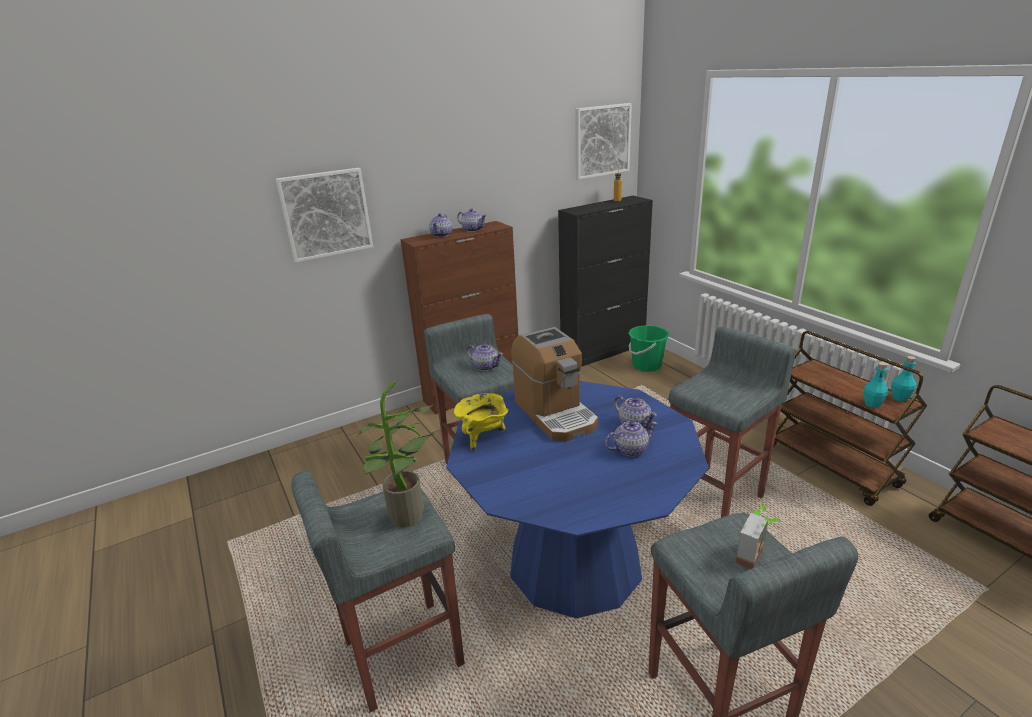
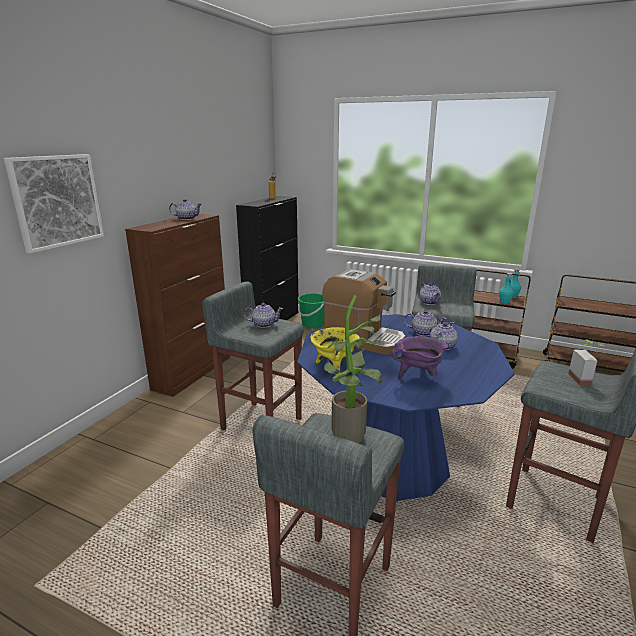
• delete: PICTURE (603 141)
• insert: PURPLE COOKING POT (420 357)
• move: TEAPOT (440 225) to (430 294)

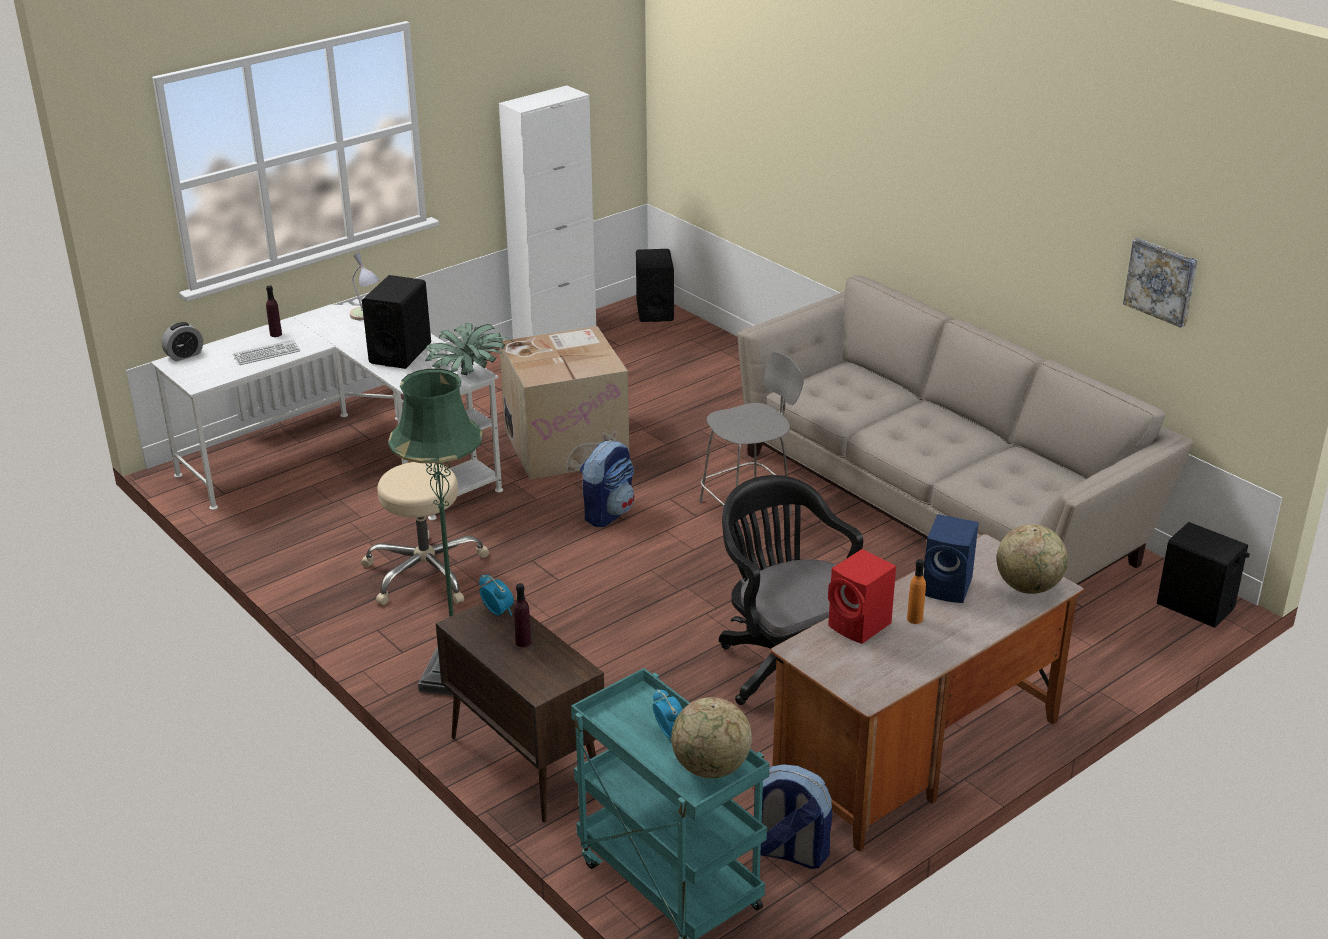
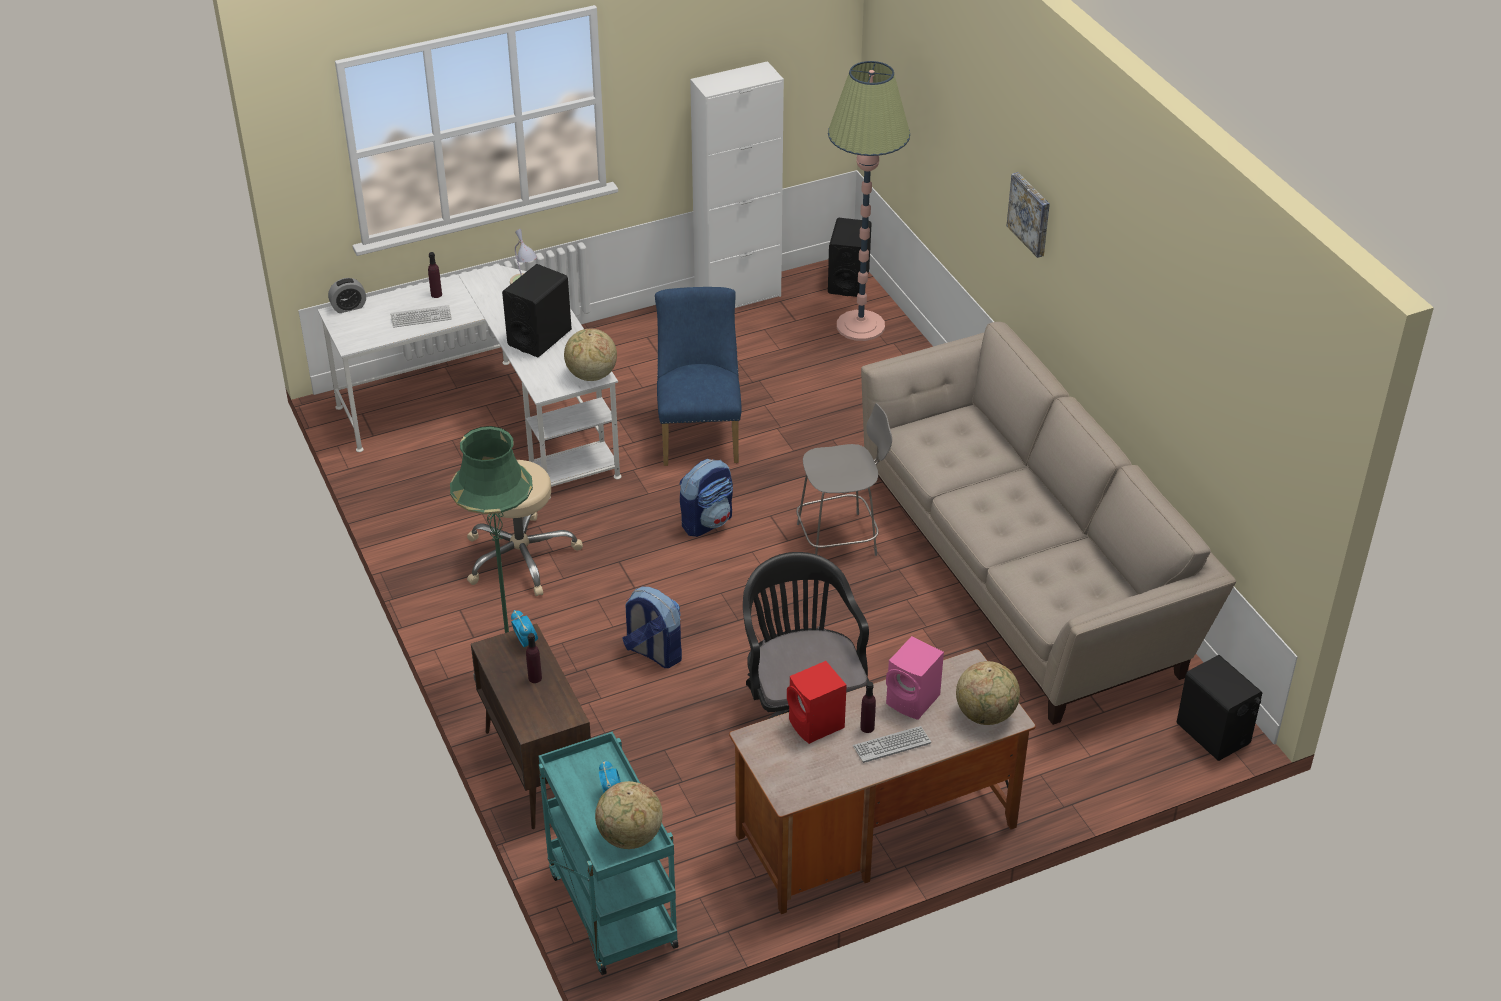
• insert: FLOOR LAMP (869 201)
• insert: KEYBOARD (892 744)
• move: BACKPACK (792 816) to (652 627)
• move: PICTURE (1160 283) to (1028 215)
• replace: POTTED PLANT (470 349) to GLOBE (590 354)
• replace: CARDBOARD BOX (564 402) to BLUE CHAIR (698 376)
• recolor: ORANGE BOTTLE (916 591) to PURPLE BOTTLE (868 707)
• recolor: BLUE SPEAKER (951 558) to PINK SPEAKER (915 678)

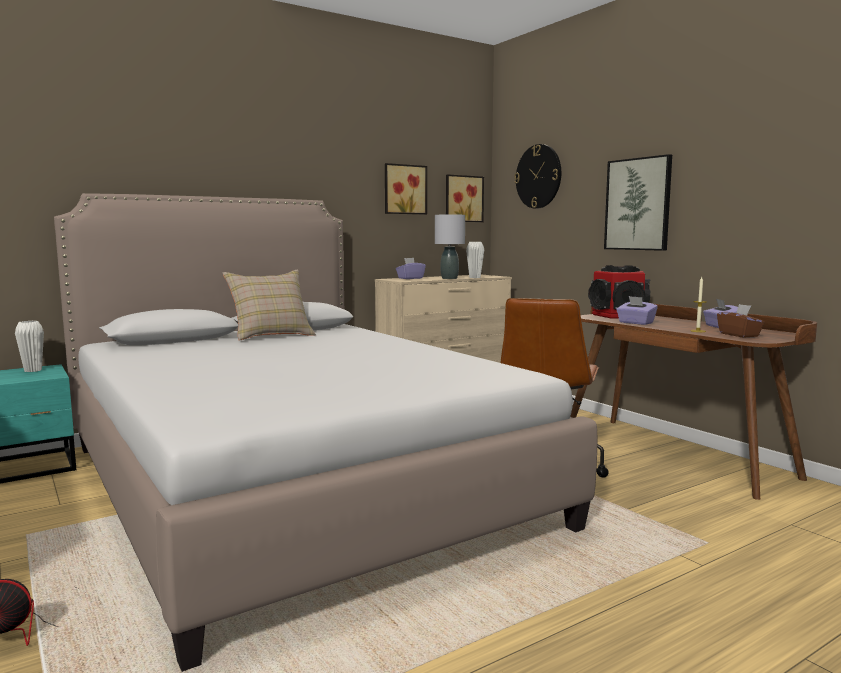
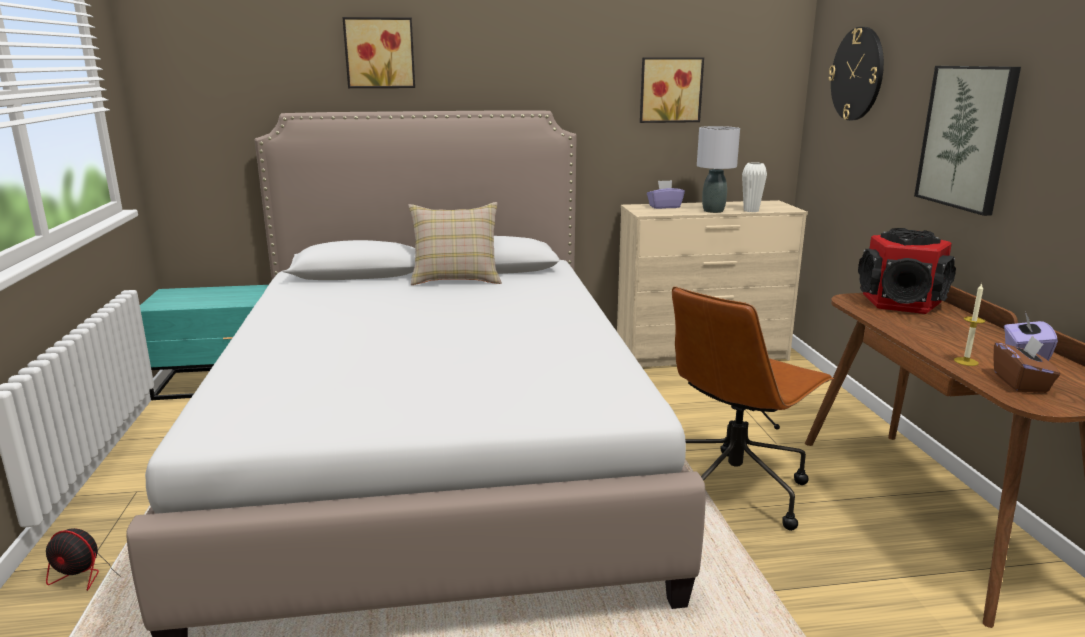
• delete: WHITE VASE (29 346)
• delete: PURPLE TISSUE BOX (637 310)
• move: PICTURE (465 198) to (379 52)

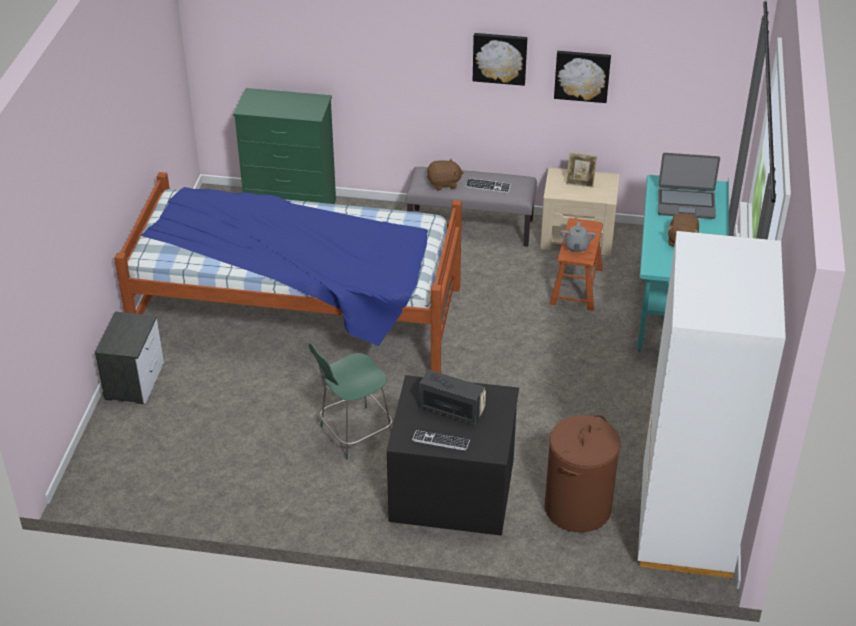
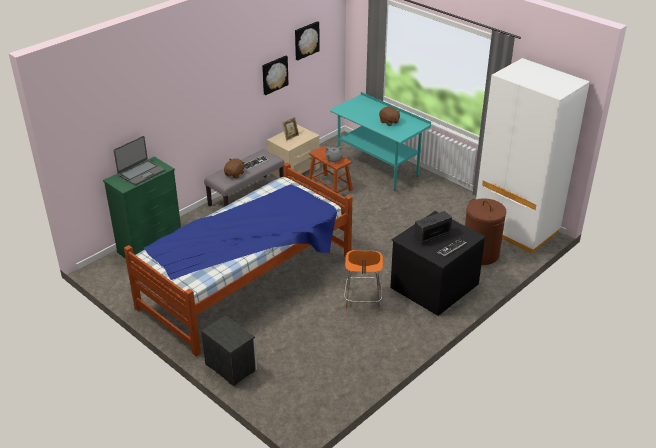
• move: PICTURE (500 59) to (307 40)
• move: LAPTOP (689 186) to (139 161)
• recolor: GREEN CHAIR (350 401) to ORANGE CHAIR (363 280)

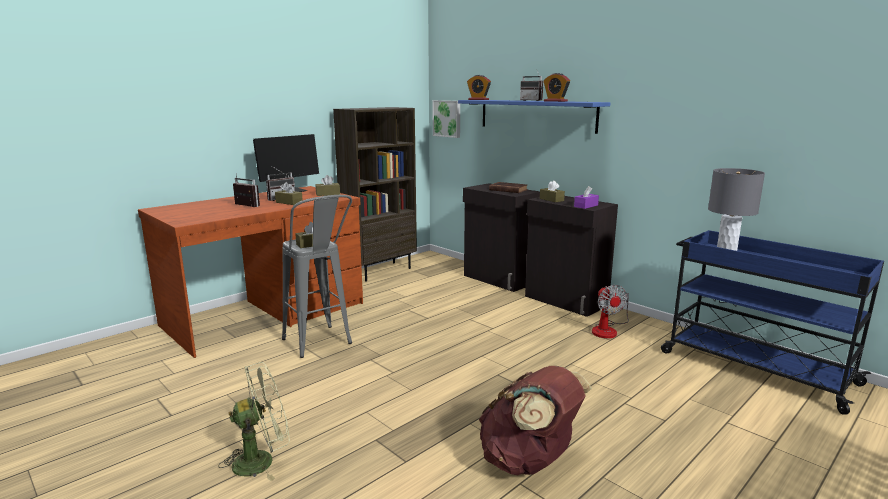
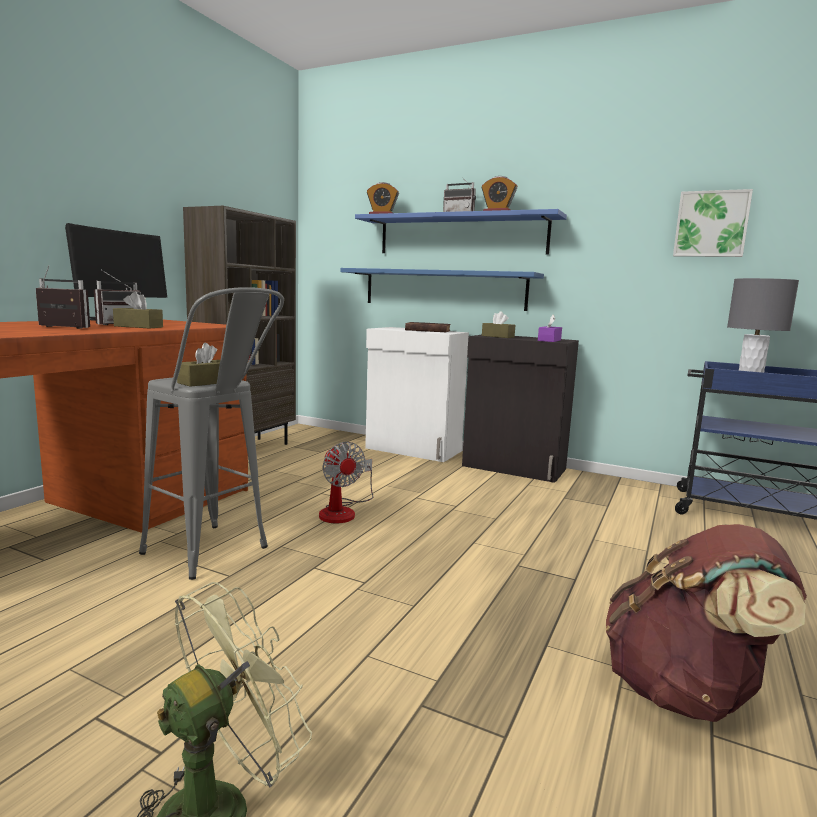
• delete: BROWN TISSUE BOX (327 185)
• insert: BLUE SHELF (442 289)
• move: PICTURE (446 119) to (713 223)
• move: FAN (610 311) to (346 482)
• recolor: BLACK CABINET (501 237) to WHITE CABINET (417 394)

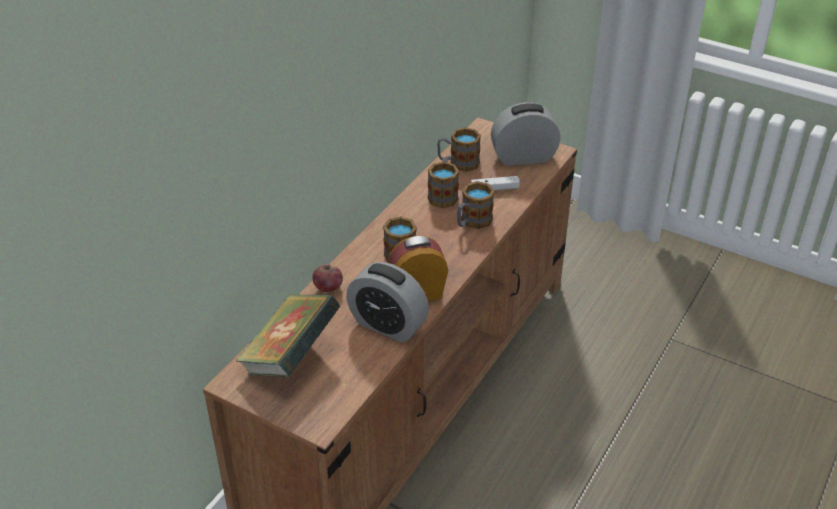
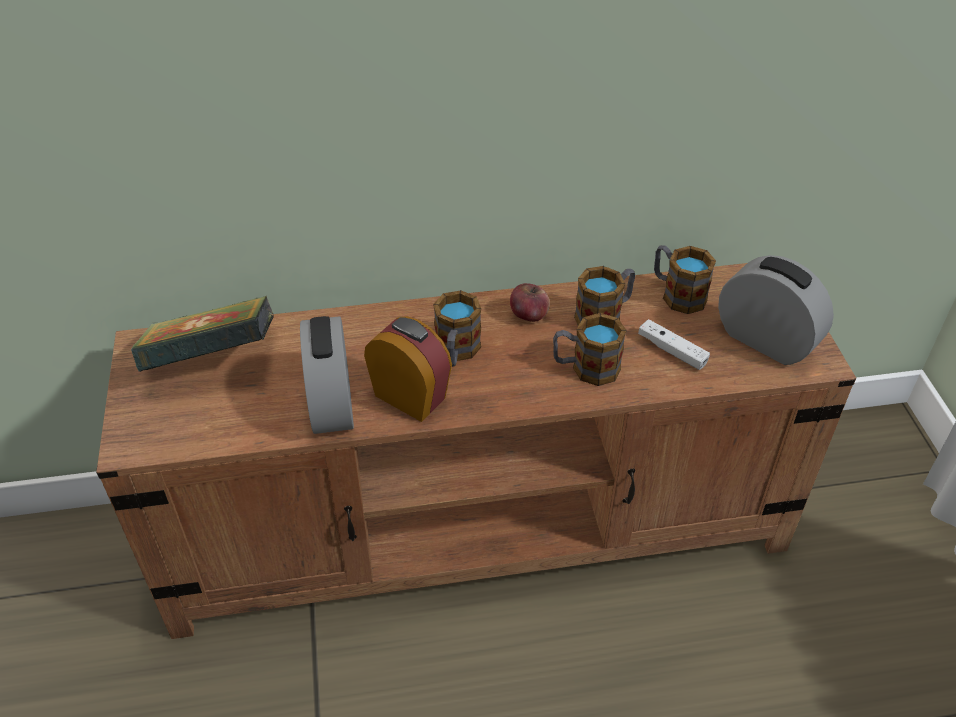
• move: APPLE (327 278) to (530 302)

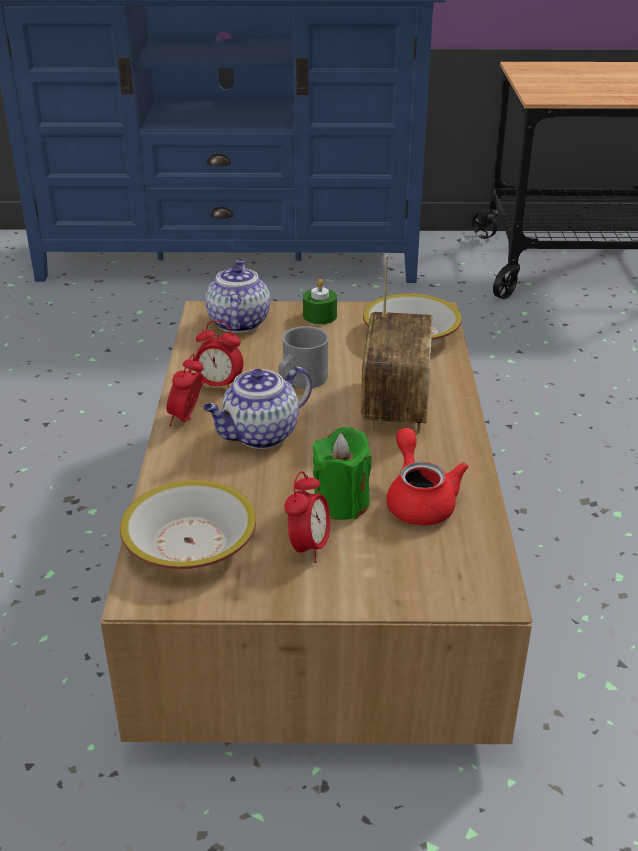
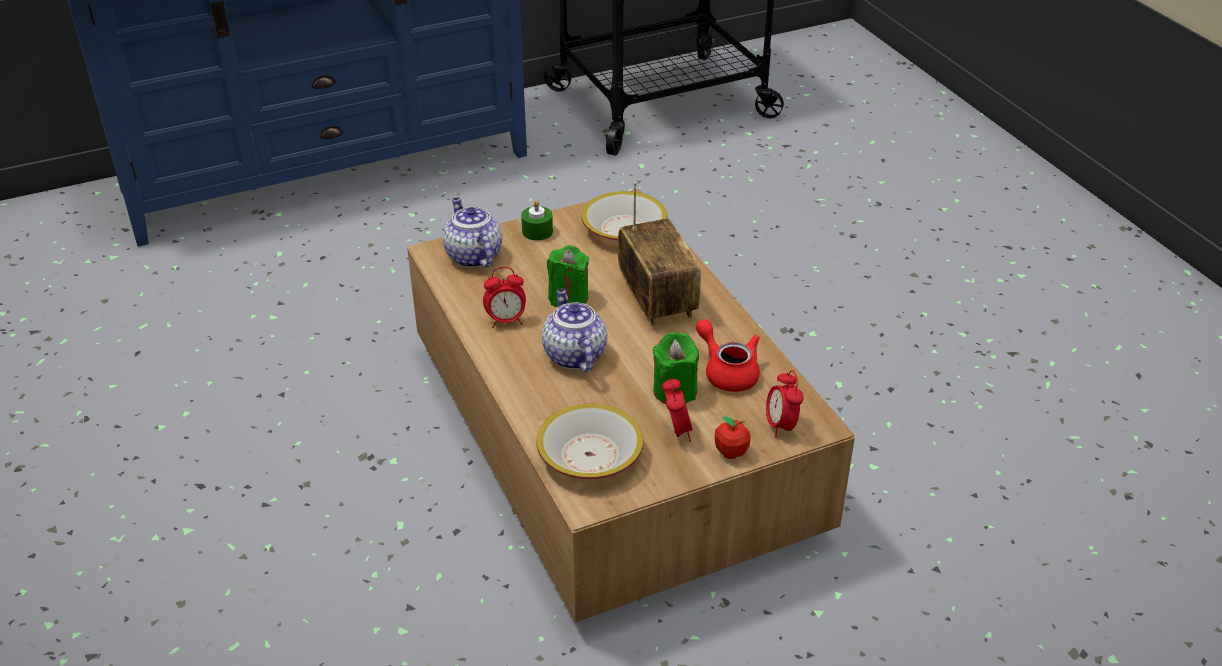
• insert: APPLE (733 437)
• move: ALARM CLOCK (184 390) to (785 404)
• replace: GREY MUG (304 357) to GREEN CANDLE (568 276)
• rotate: TEAPOT (257 407) = (574 330) 135 degrees clockwise

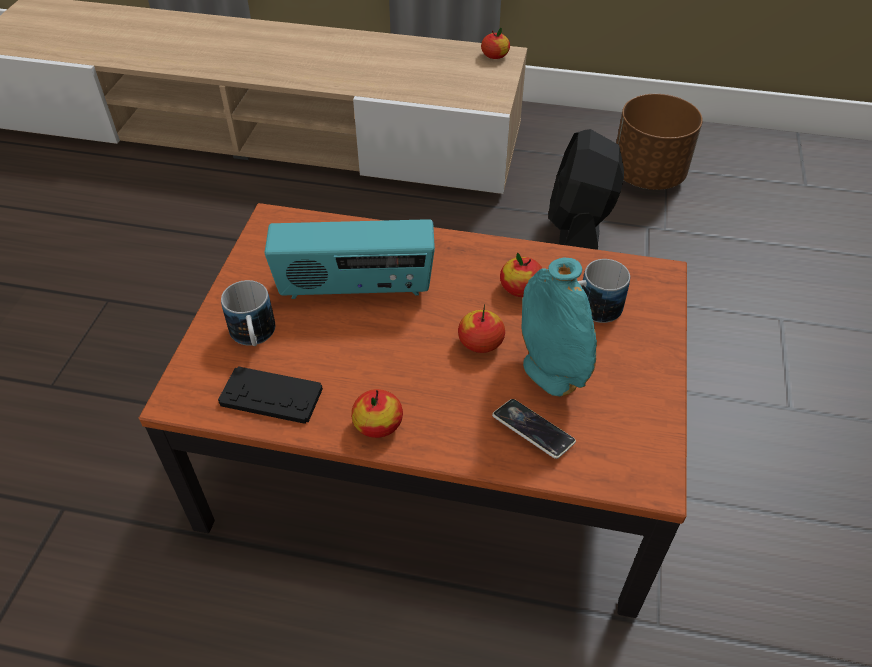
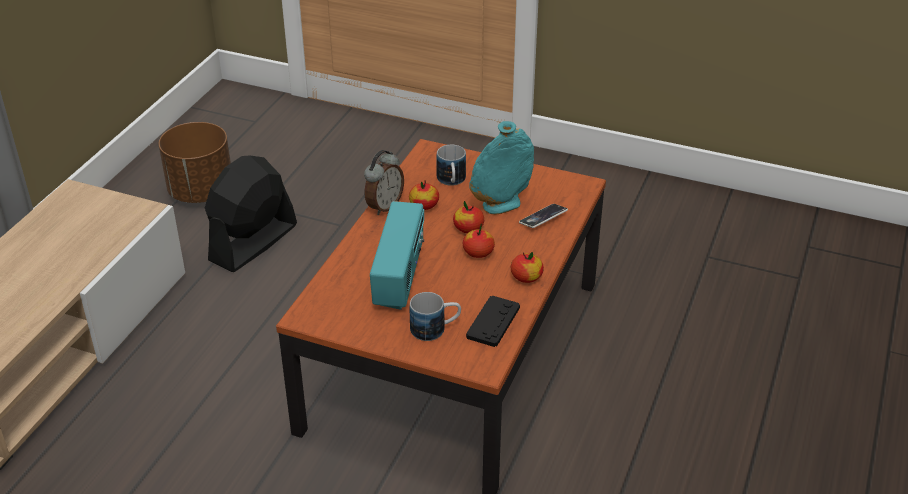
• insert: ALARM CLOCK (384 182)
• move: APPLE (495 43) to (479 241)
• rotate: BLACK FAN (586 189) = (251 214) 105 degrees clockwise

